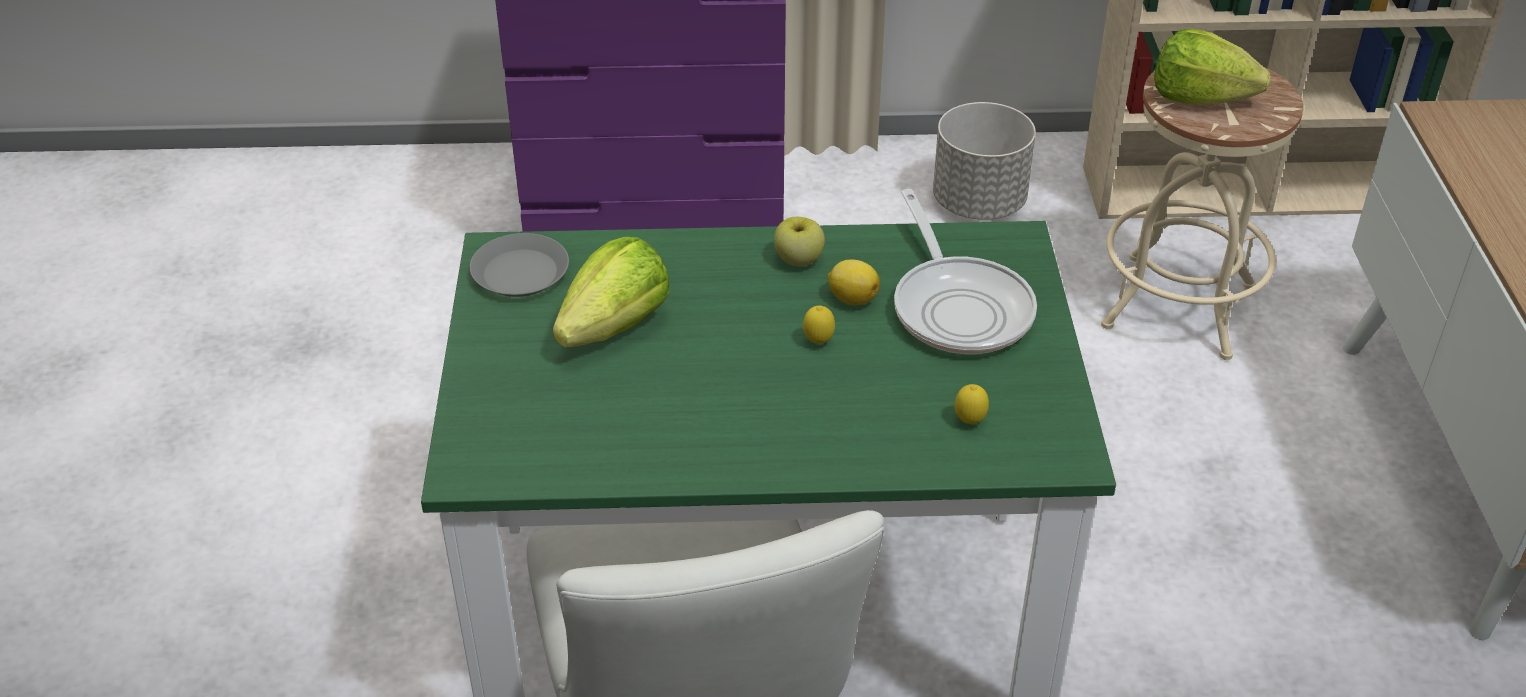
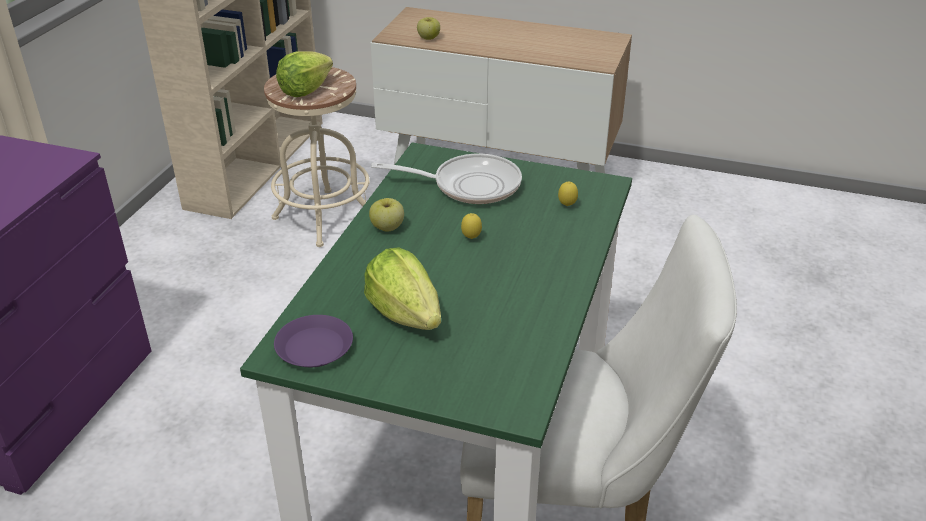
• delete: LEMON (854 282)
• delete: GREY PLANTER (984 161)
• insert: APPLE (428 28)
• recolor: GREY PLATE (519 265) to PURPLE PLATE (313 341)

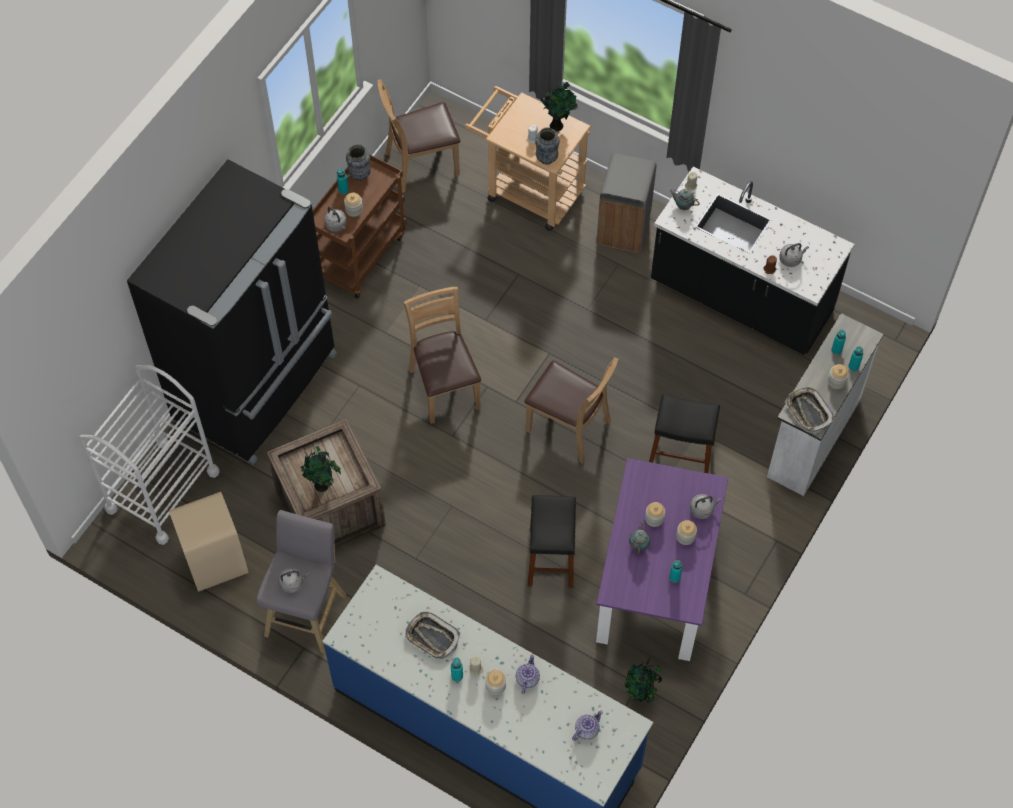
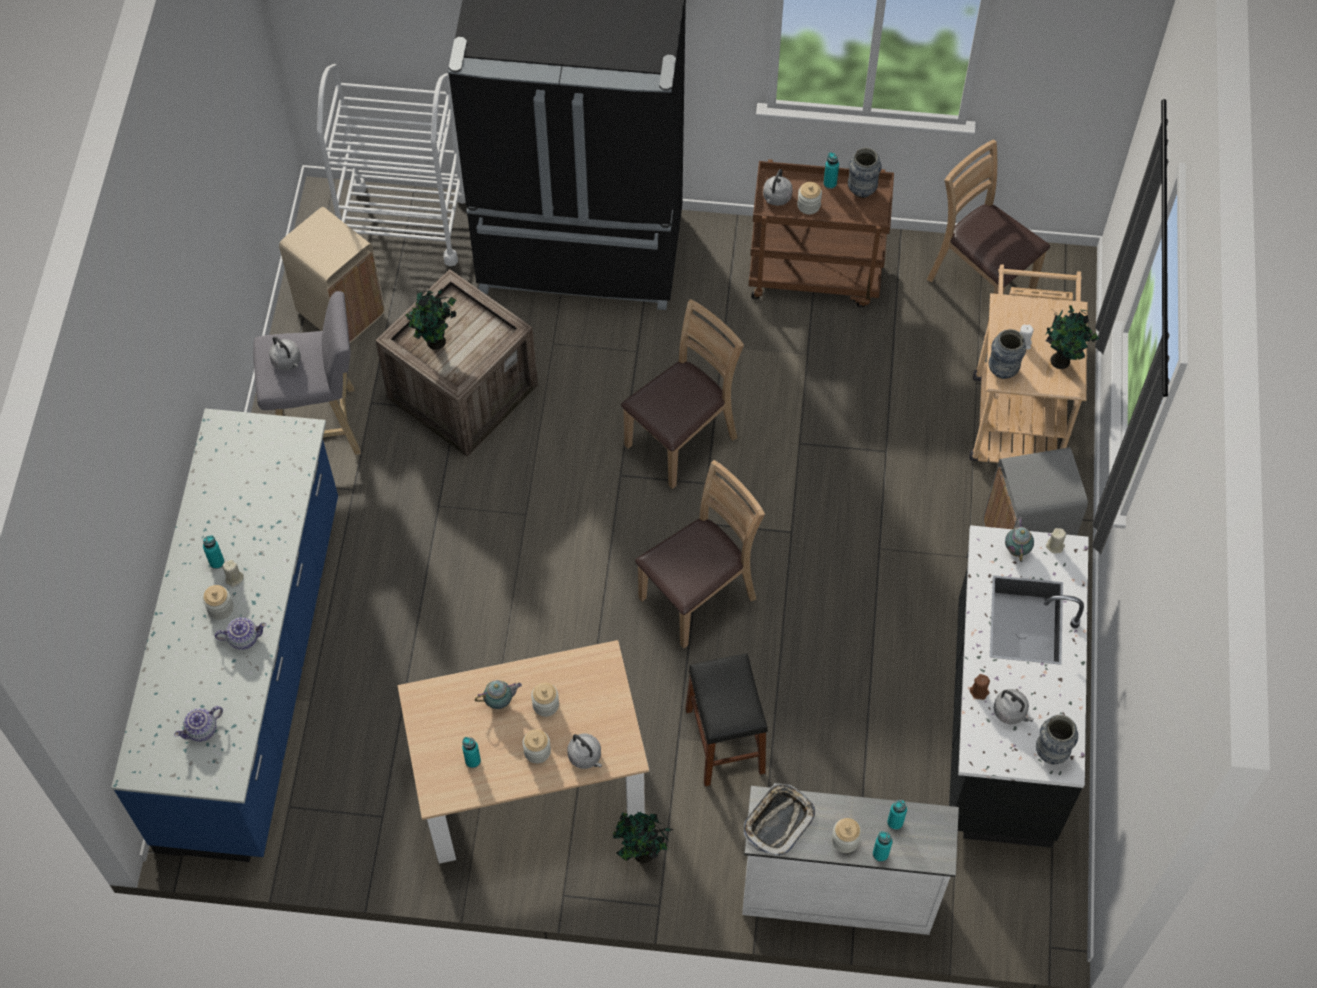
• delete: TRAY (432 635)
• delete: BLACK STOOL (552 541)
• insert: VASE (1057 739)
• move: POTTED PLANT (643 681) to (643 837)
• recolor: PURPLE DINING TABLE (662 559) to BEIGE DINING TABLE (523 752)
• rotate: BROWN CHAIR (571 410) = (700 554) 135 degrees counterclockwise
• rotate: TEAPOT (587 726) = (198 724) 120 degrees clockwise

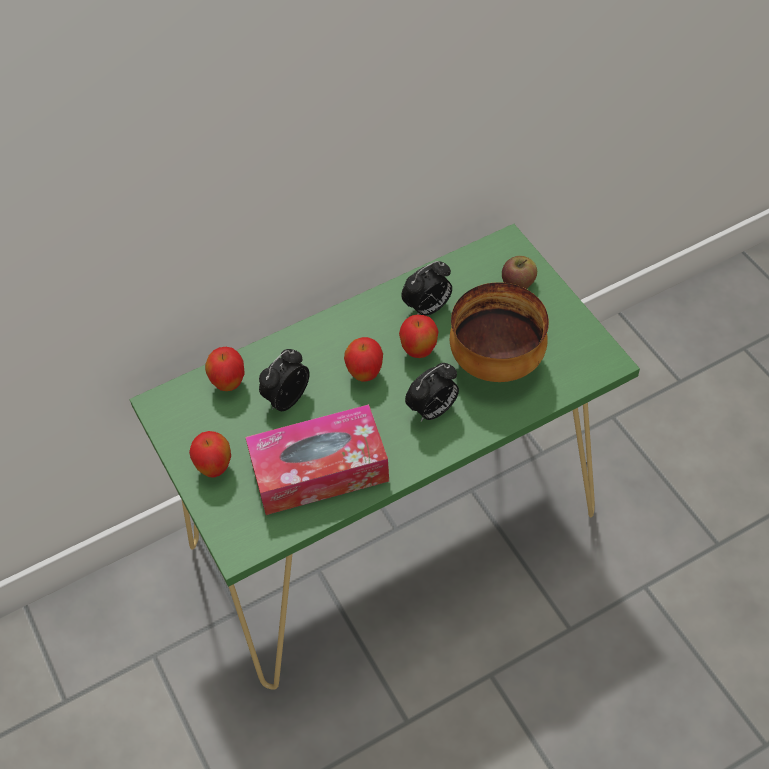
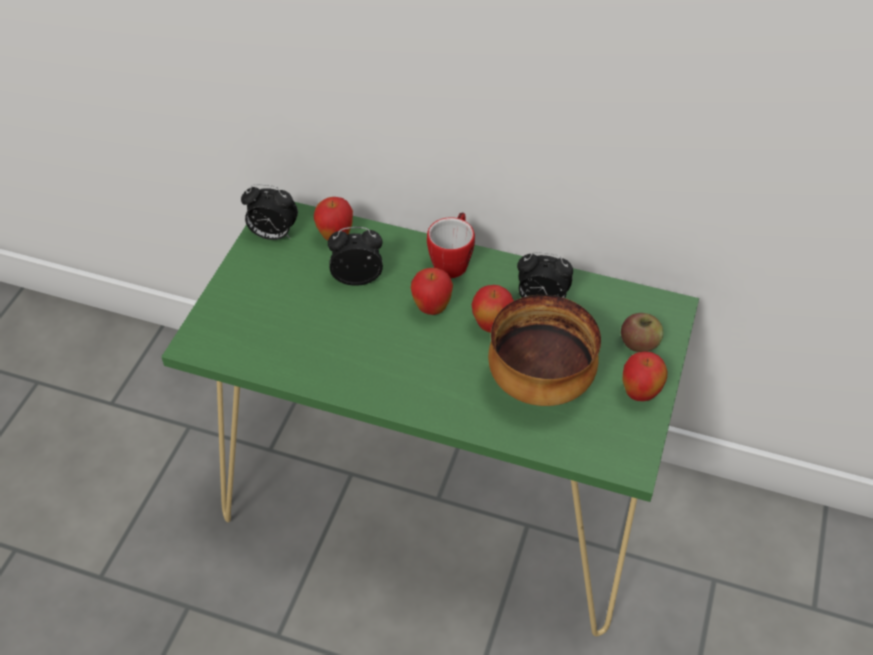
• delete: TISSUE BOX (317 459)
• insert: MUG (451 245)
• move: APPLE (210 454) to (645 376)
• move: ALARM CLOCK (432 392) to (269 212)

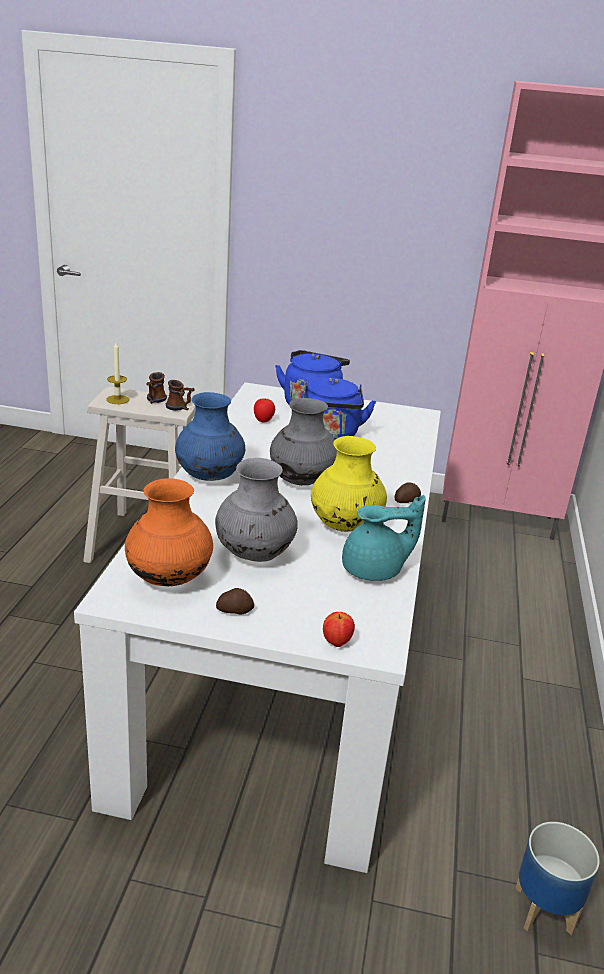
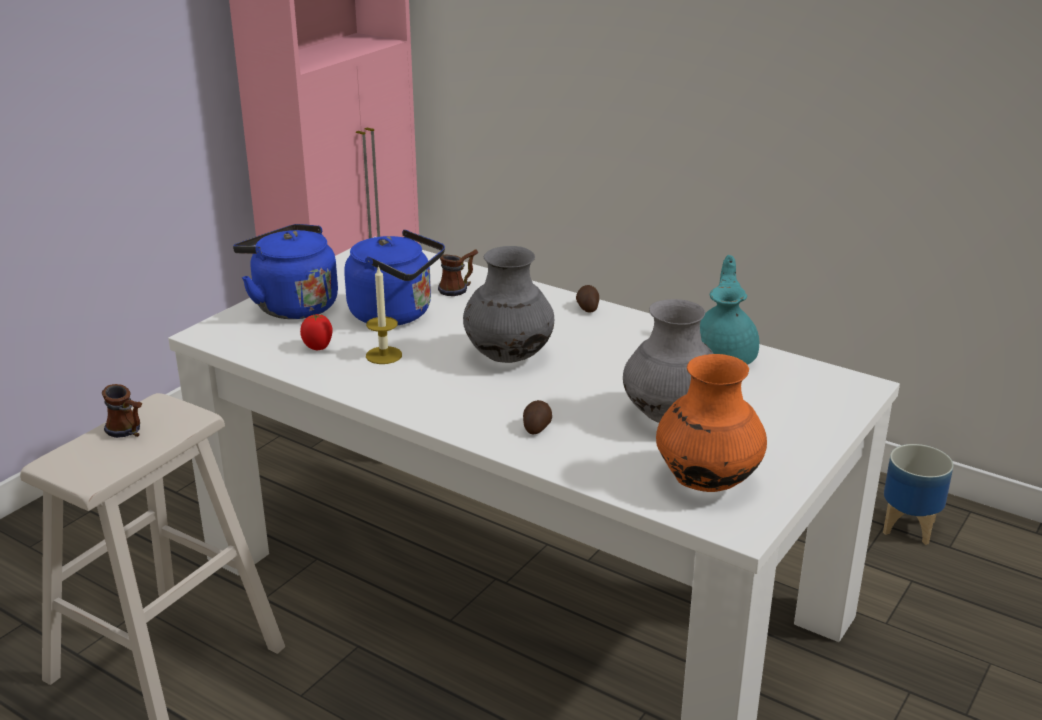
• delete: BLUE VASE (210 436)
• delete: YELLOW VASE (349 484)
• delete: APPLE (339 629)
• move: CANDLE (117 373) to (384 314)
• move: MUG (180 395) to (458 272)
• move: POTATO (235 601) to (537 417)

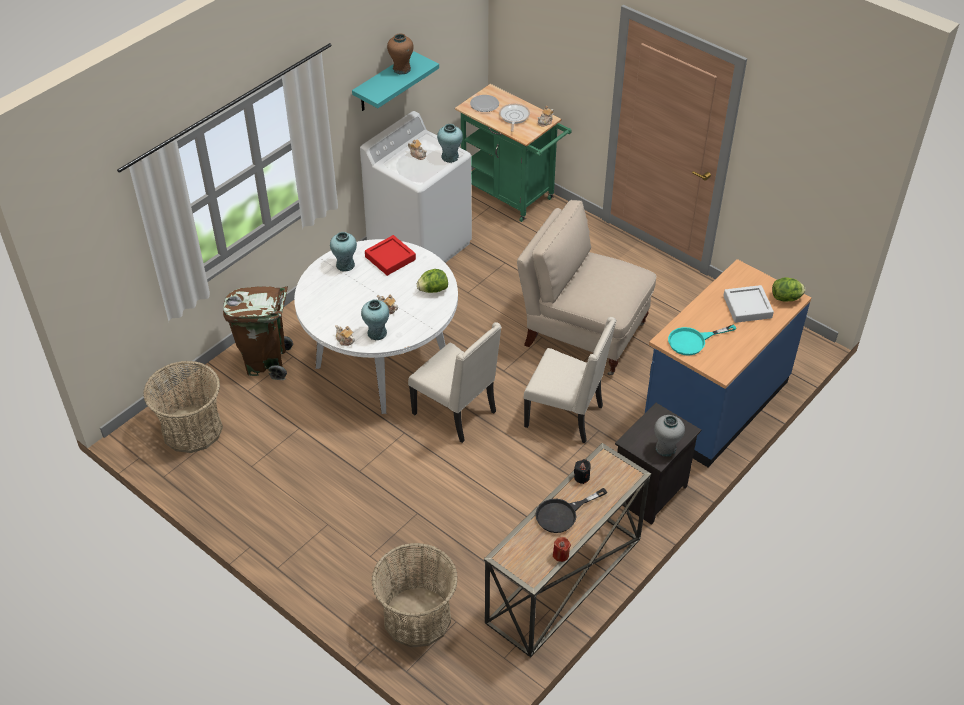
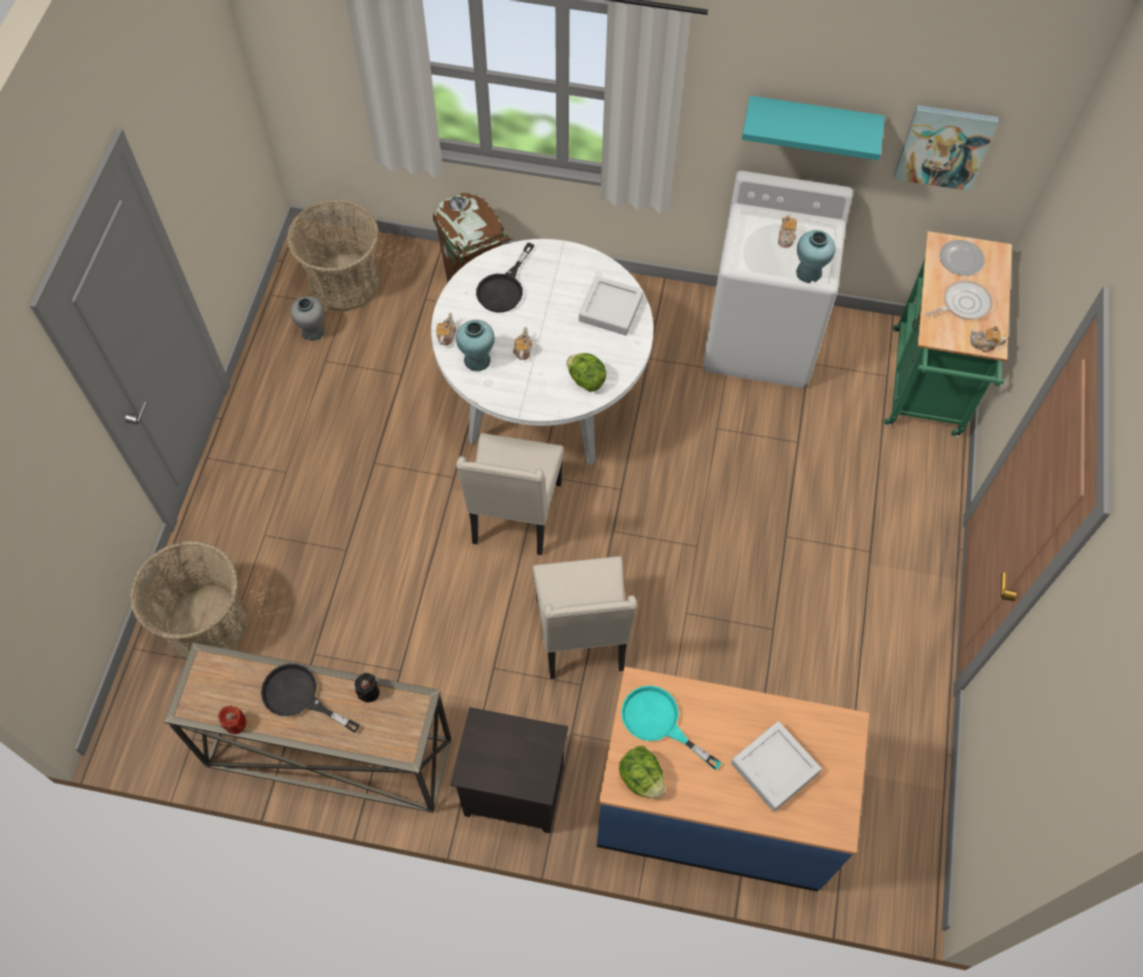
• delete: TURQUOISE VASE (343 252)
• delete: BROWN VASE (400 54)
• delete: BEIGE CHAIR (587 287)
• insert: BLACK FRYING PAN (505 277)
• insert: PICTURE (946 148)
• move: GREY VASE (669 436) to (307 318)
• move: LETTUCE (788 289) to (642 772)
• recolor: RED TRAY (390 255) to GREY TRAY (611 305)

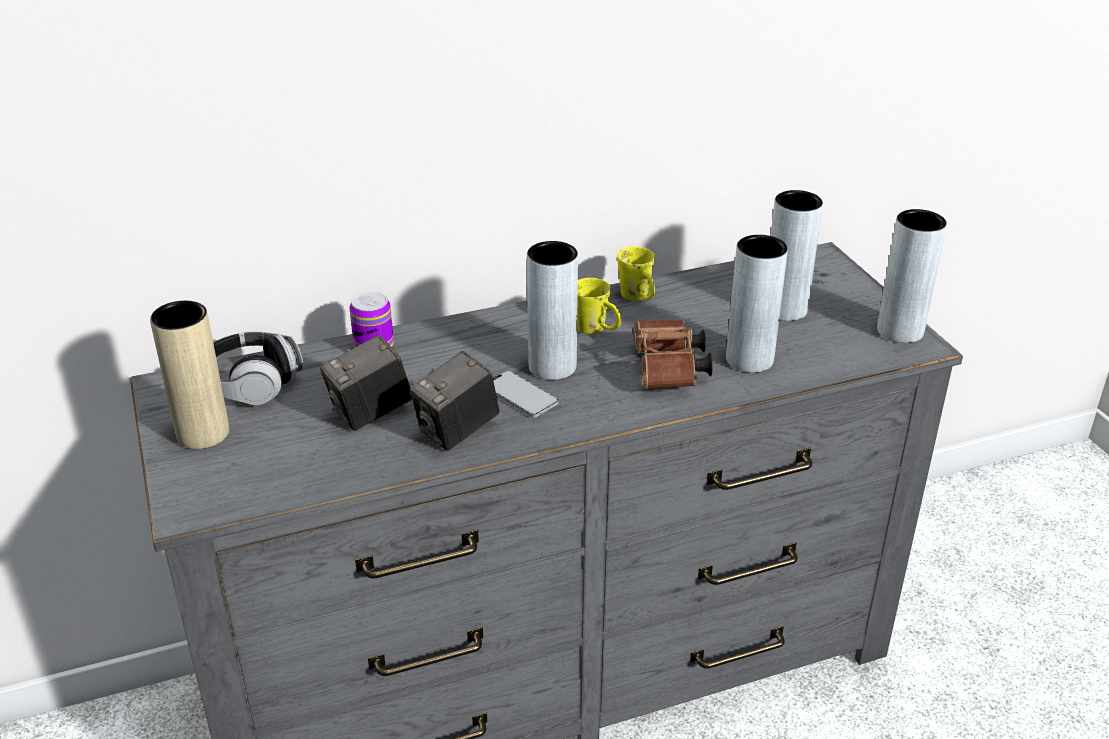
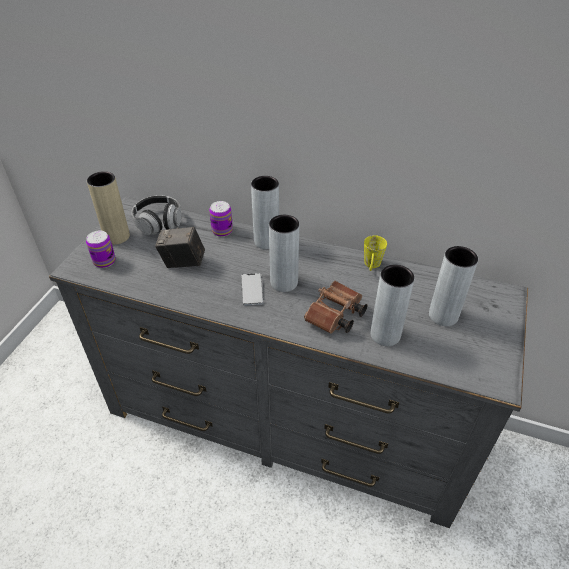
• delete: PHOTO CAMERA (455 401)
• delete: YELLOW MUG (599 306)
• insert: CAN (101 249)
• move: GREY VASE (912 276) to (265 212)

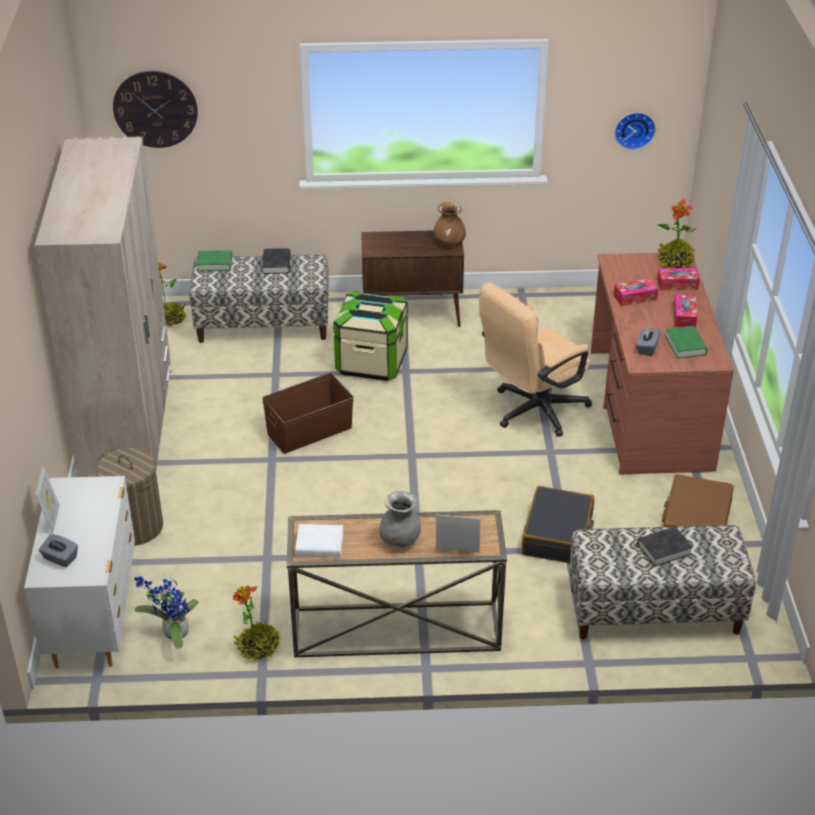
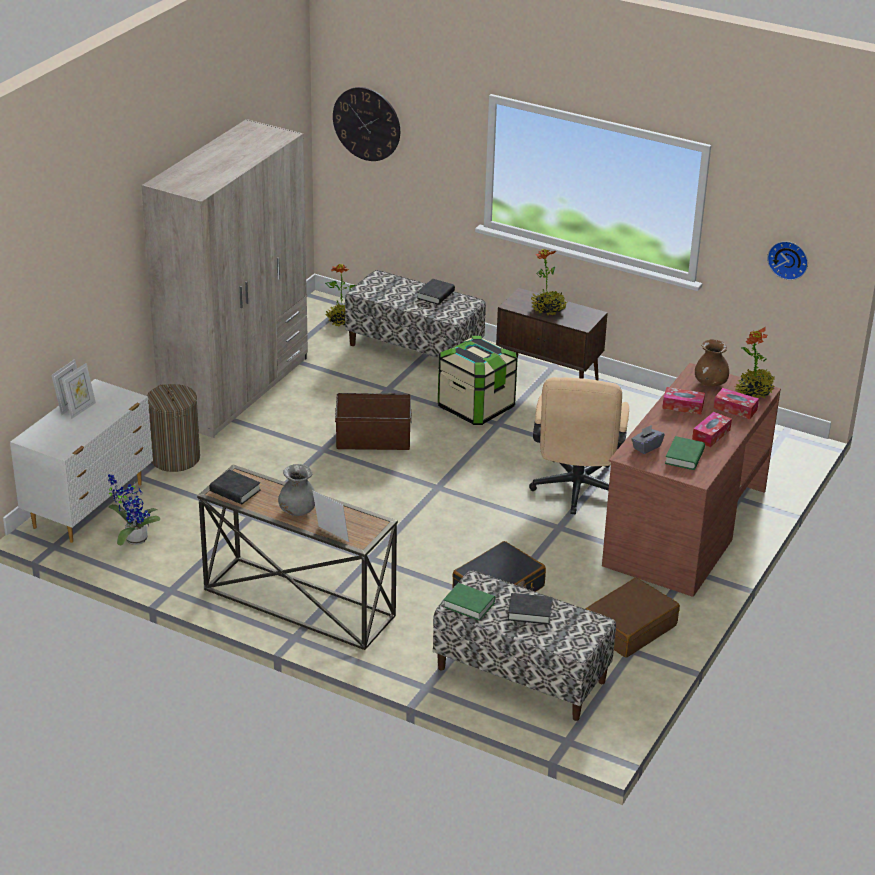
• delete: GREY TISSUE BOX (58 550)
• insert: PICTURE FRAME (79 391)
• move: GREEN BOOK (214 260) to (469 602)
• move: POTTED PLANT (256 623) to (549 282)
• move: BROWN VASE (449 224) to (712 363)
• recolor: WHITE BOOK (319 540) to BLACK BOOK (235 487)
• rotate: BEIGE OFFICE CHAIR (535 360) = (579 446) 75 degrees counterclockwise

